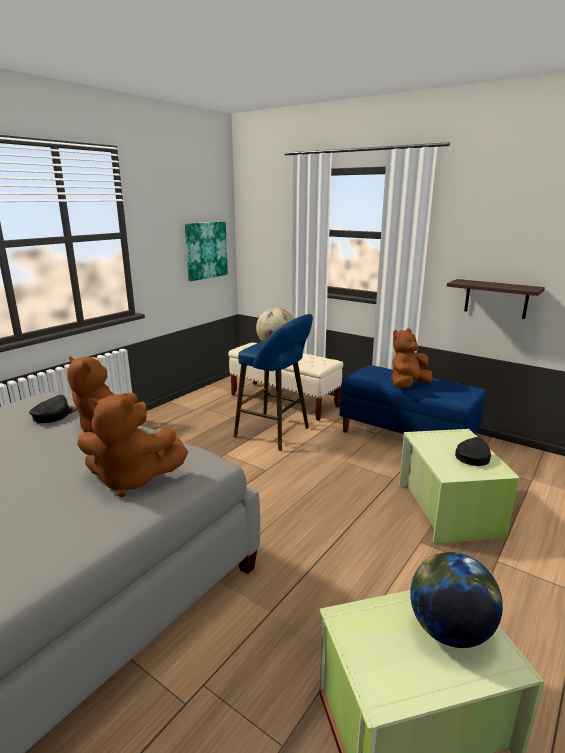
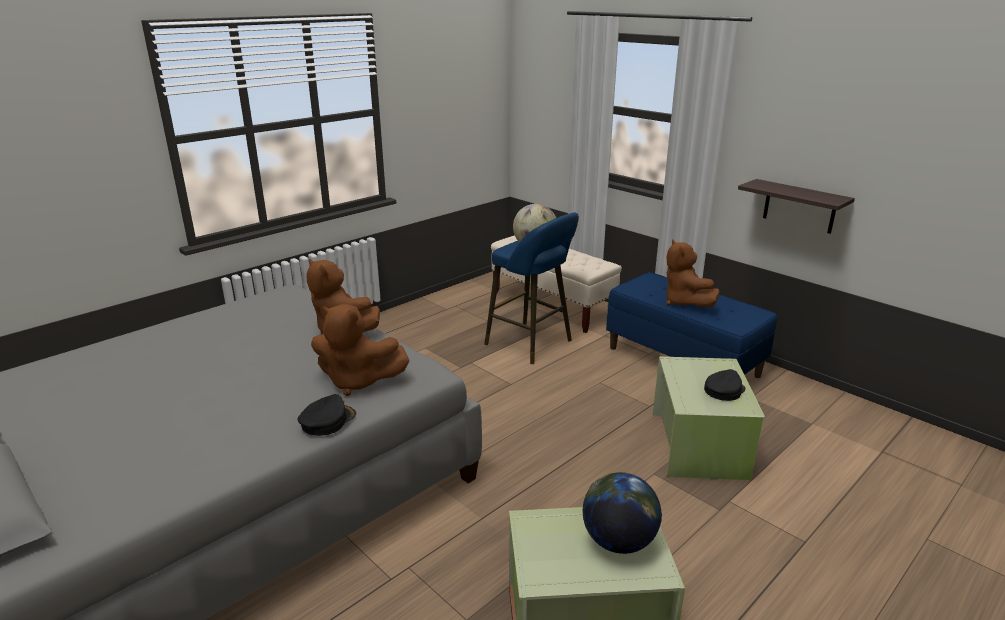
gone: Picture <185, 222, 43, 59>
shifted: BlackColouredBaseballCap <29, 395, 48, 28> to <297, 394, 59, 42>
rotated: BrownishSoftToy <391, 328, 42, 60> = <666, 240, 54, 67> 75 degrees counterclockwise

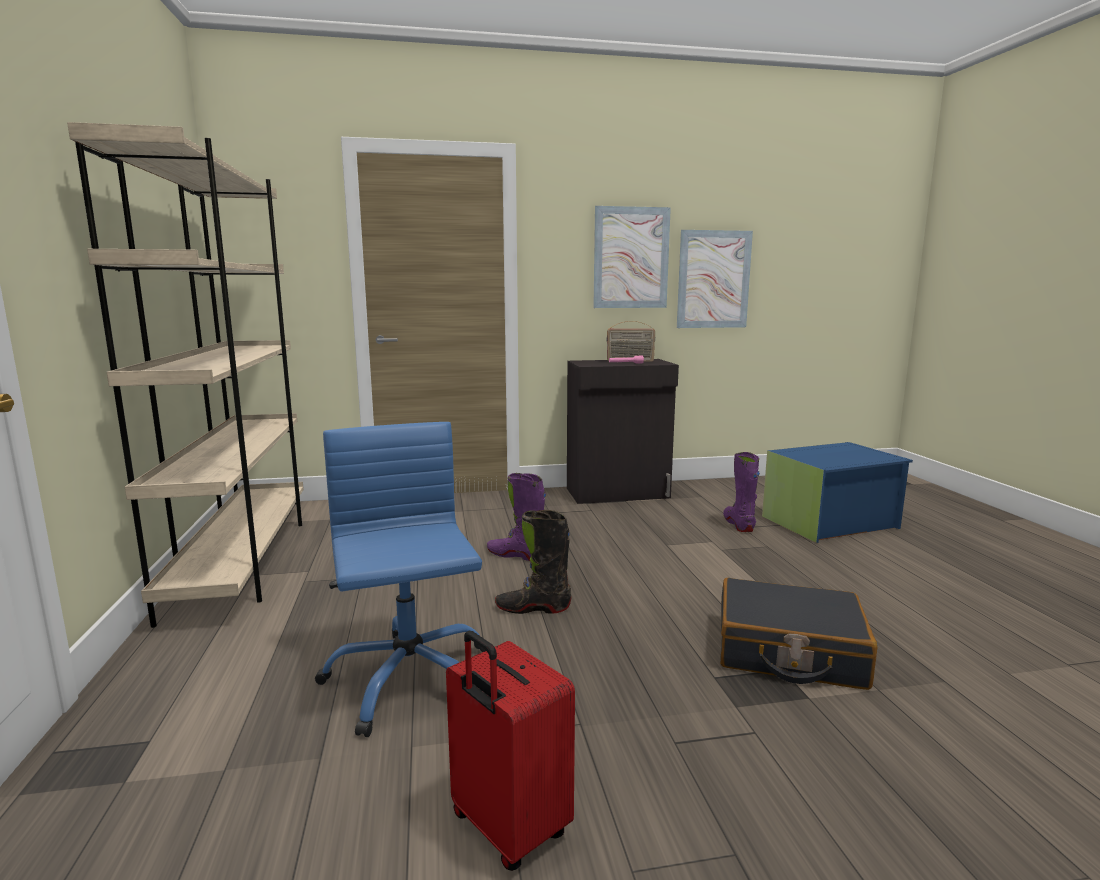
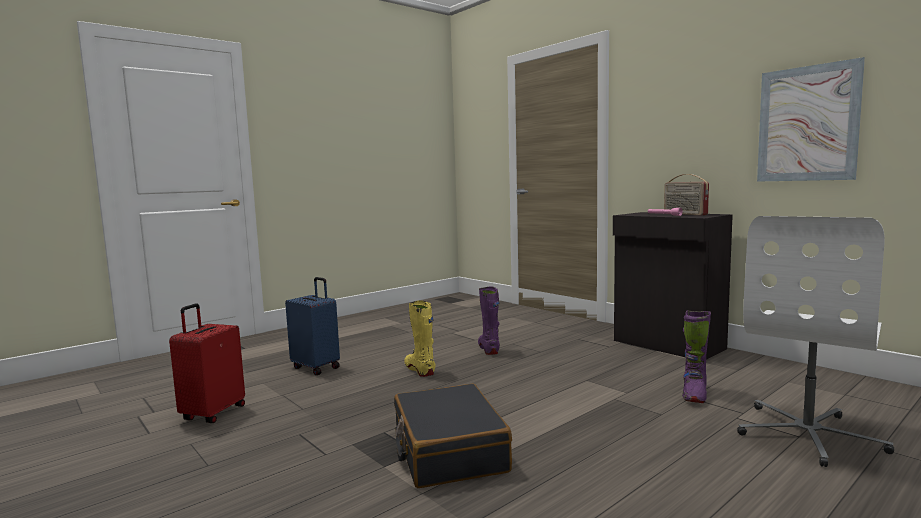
gone: BeigeShelvingUnit <67, 122, 237, 506>; Picture <593, 206, 78, 102>
swapped: BlueDeskChair <315, 422, 171, 315> to BlueSuitcase <285, 277, 55, 98>; BlueStorageBin <762, 442, 151, 101> to WhiteColouredDeskChair <737, 216, 157, 251>
repainted: BlackColouredBoot <495, 510, 77, 104> to YellowishBoot <404, 300, 32, 77>
rotated: PurplishBoot <723, 452, 37, 80> = <682, 310, 29, 93> 150 degrees clockwise

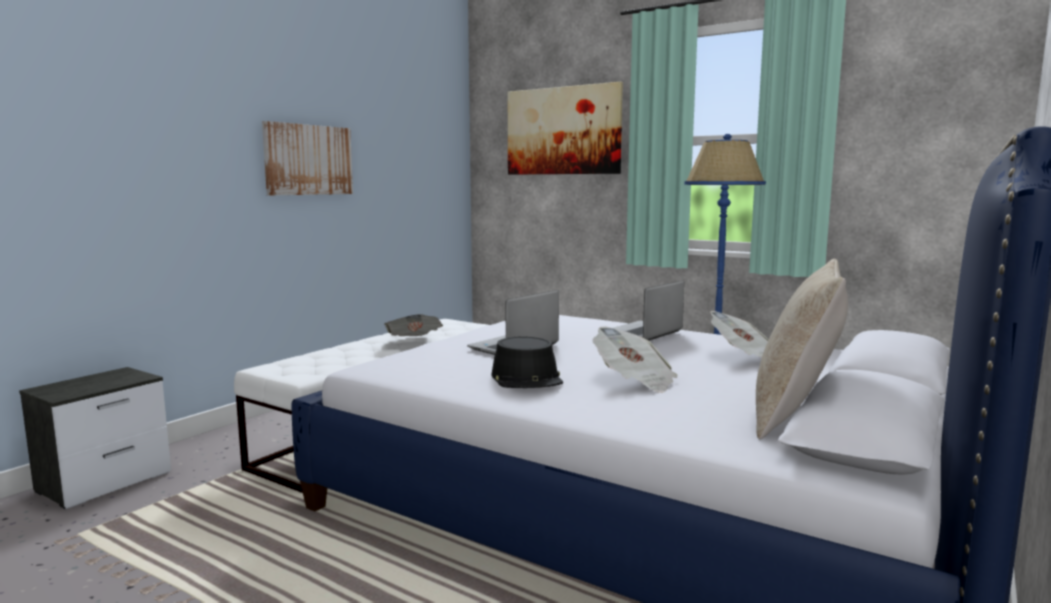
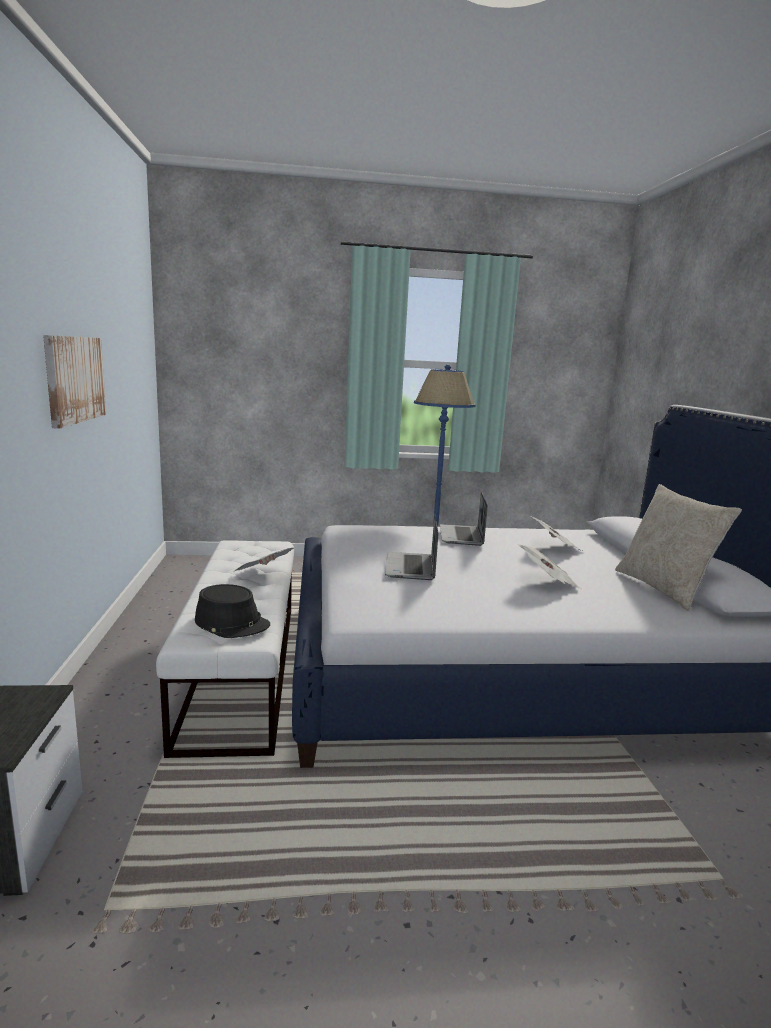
gone: Picture <508, 82, 115, 93>
shifted: BlackColouredWearableHat <491, 337, 72, 51> to <195, 584, 75, 54>

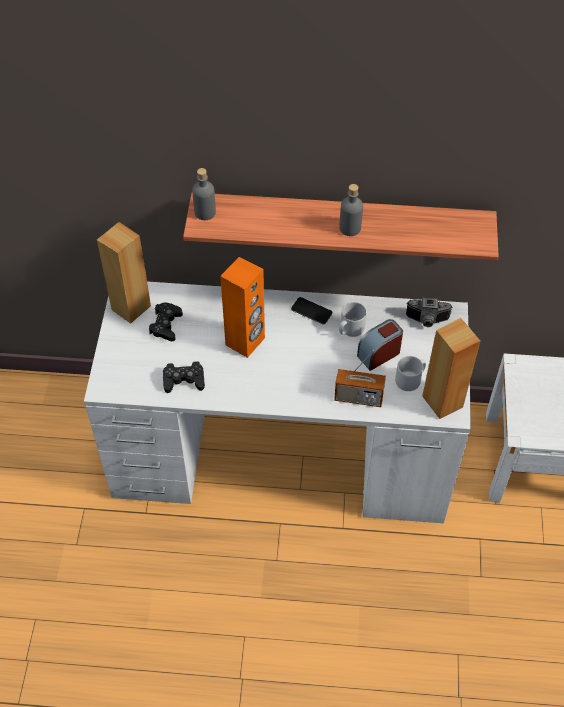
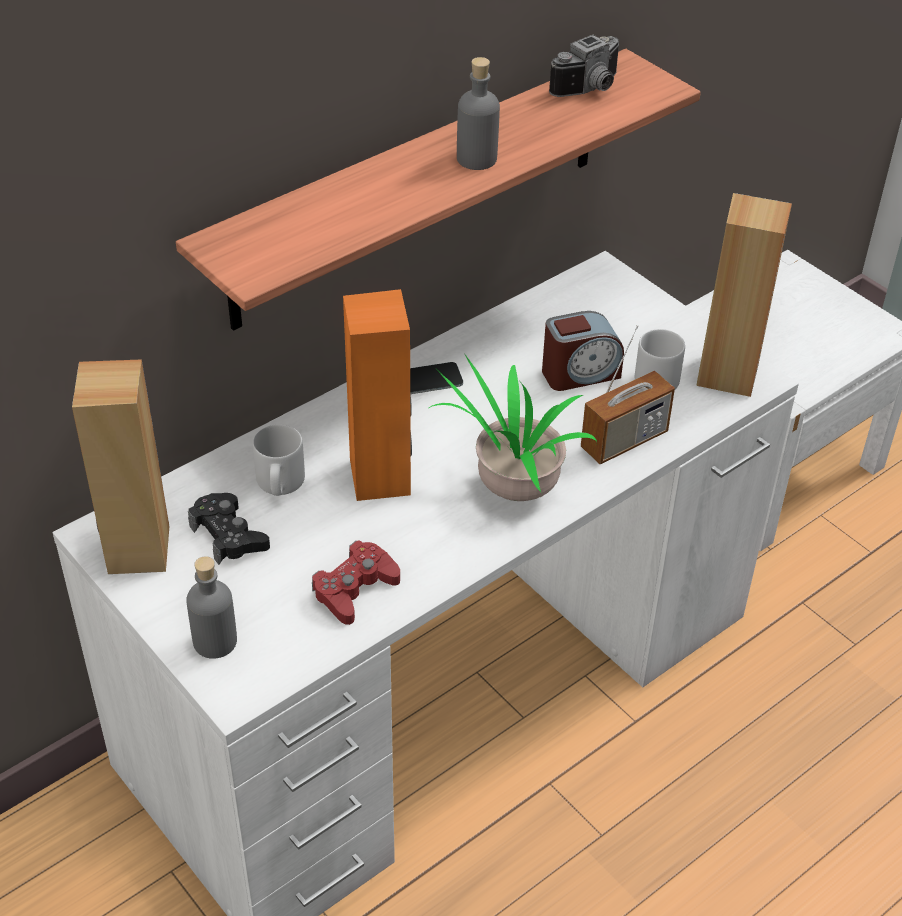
new: Houseplant <429, 353, 168, 148>
shifted: GrayBeverageBottle <192, 168, 24, 52> to <186, 556, 51, 103>; GrayTeaMug <339, 302, 27, 35> to <253, 424, 52, 72>; StillCamera <406, 298, 47, 29> to <549, 35, 70, 62>
repainted: BlackColouredJoypad <163, 361, 42, 32> to ReddishJoypad <312, 540, 88, 85>
rotated: BedsideClock <357, 319, 46, 52> = <542, 311, 82, 80> 120 degrees counterclockwise

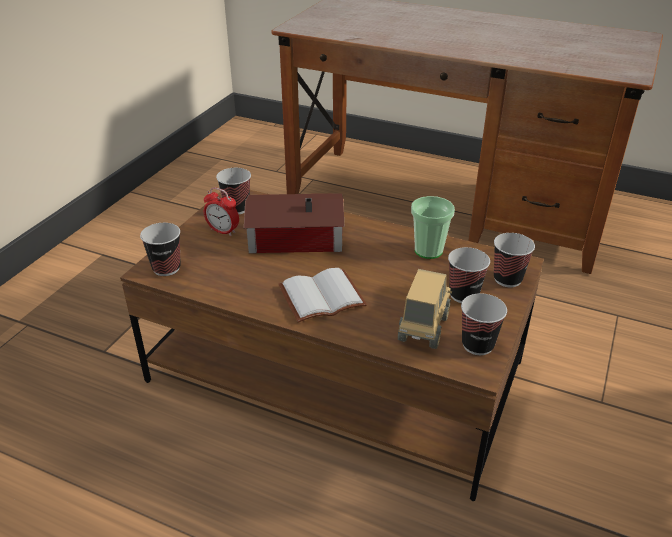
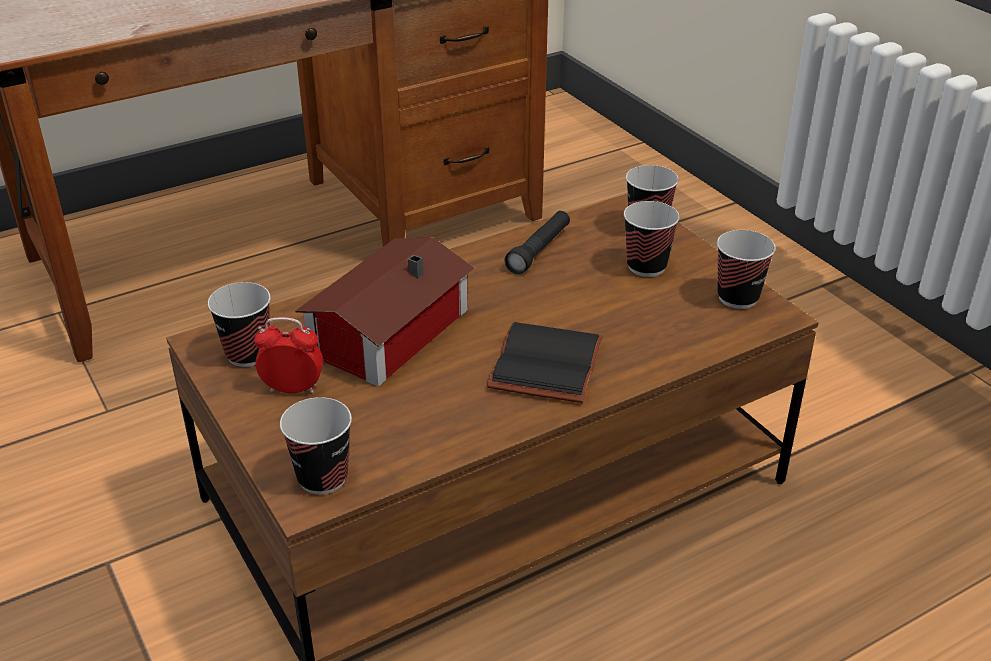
gone: ModelTruck <398, 269, 54, 80>
swapped: DrinkingCup <411, 196, 44, 63> to BlackColouredTorch <504, 211, 66, 64>
repainted: WhiteColouredBoundBook <279, 268, 88, 55> to BlackColouredBoundBook <487, 322, 116, 81>
rotated: BedsideClock <204, 187, 35, 49> = <254, 317, 69, 77> 150 degrees counterclockwise

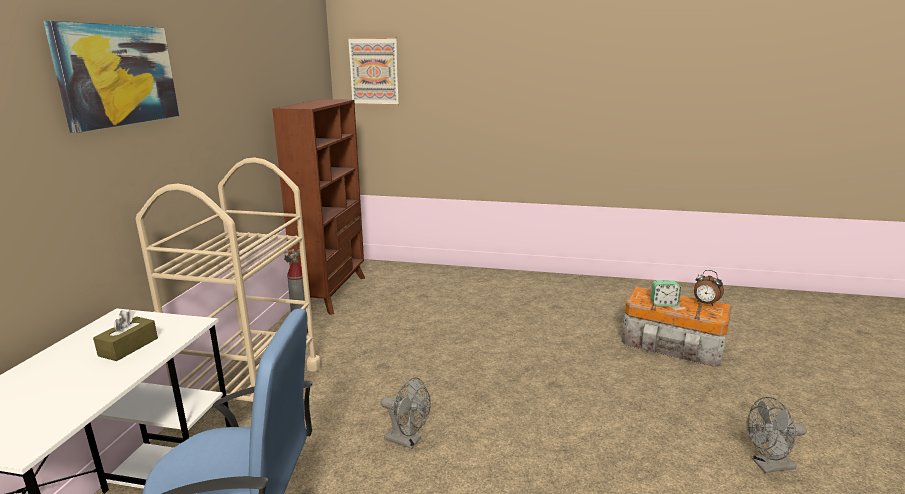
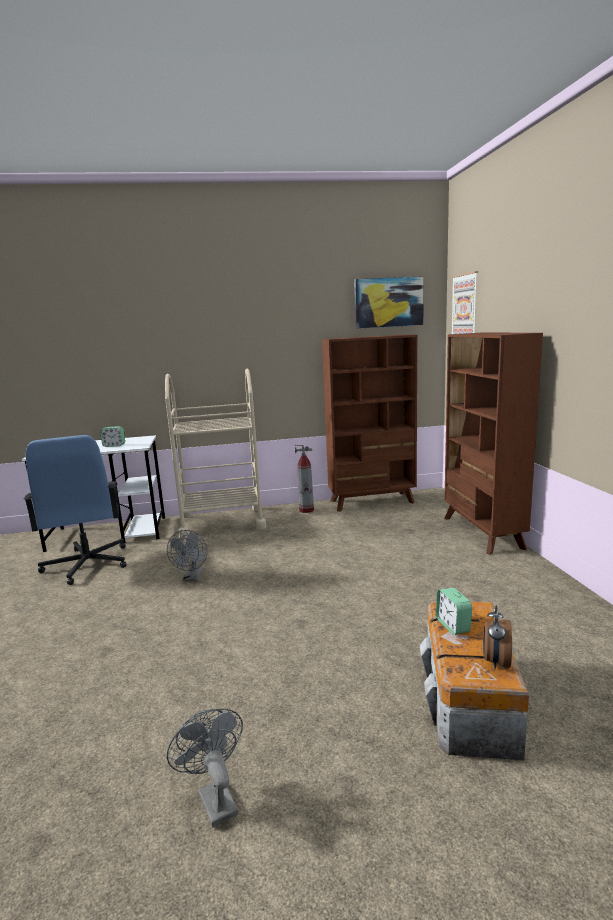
new: BrownishShelvingUnit <444, 332, 99, 223>
shifted: Picture <43, 21, 136, 112> to <354, 276, 70, 53>
swapped: BrownishTissueHolder <93, 310, 65, 51> to BedsideClock <100, 426, 25, 21>

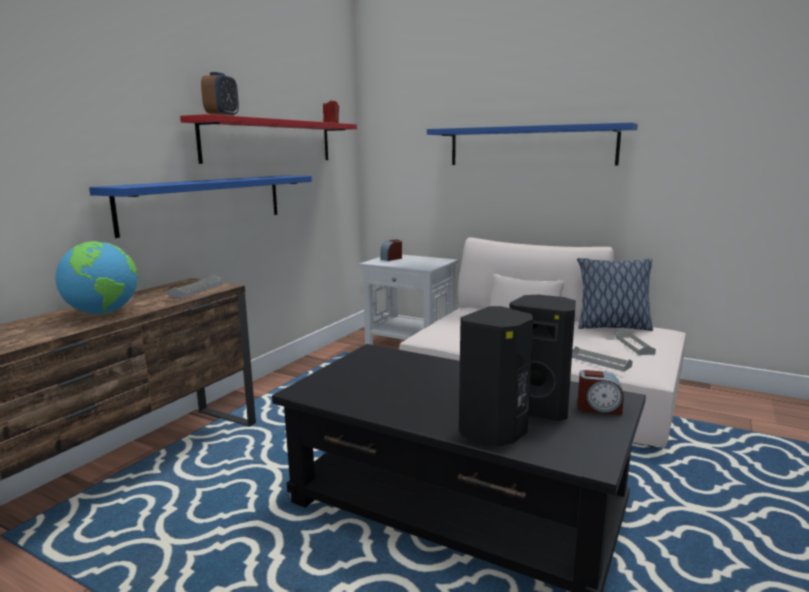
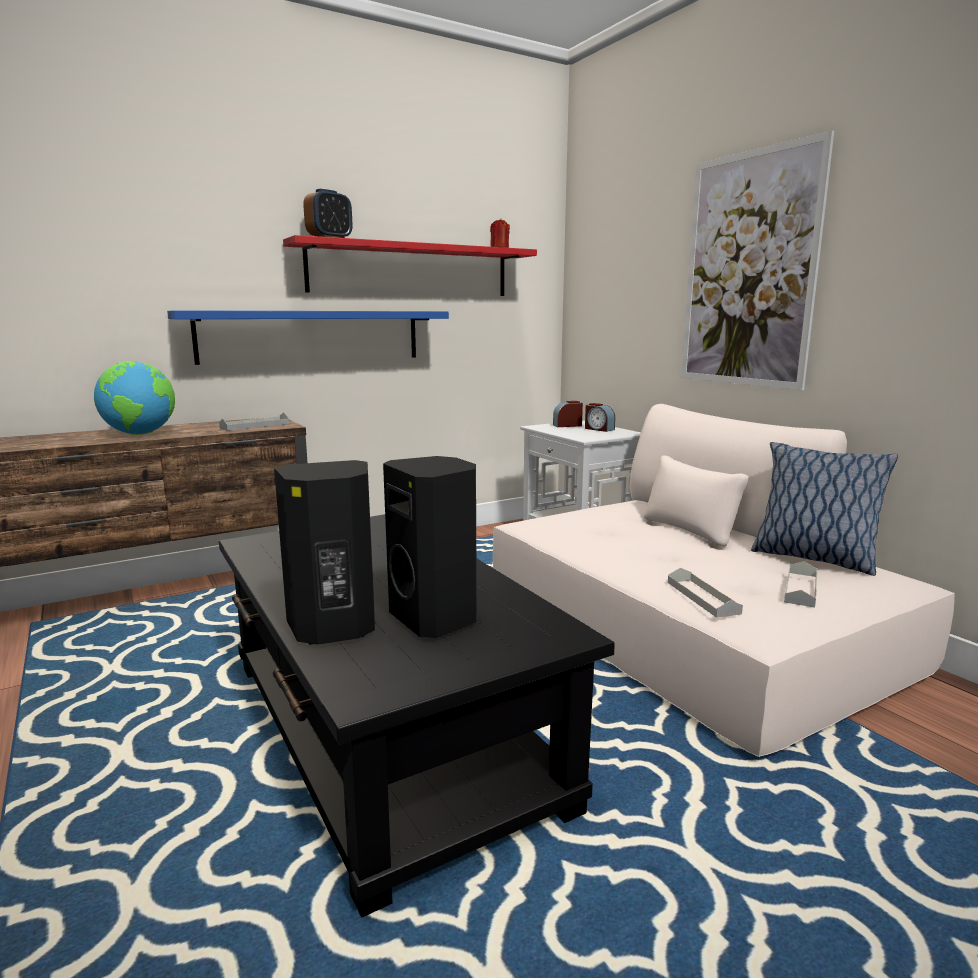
shifted: BedsideClock <577, 370, 47, 45> to <585, 403, 30, 29>
swapped: BlueBracketShelf <427, 122, 211, 43> to Picture <681, 131, 153, 259>

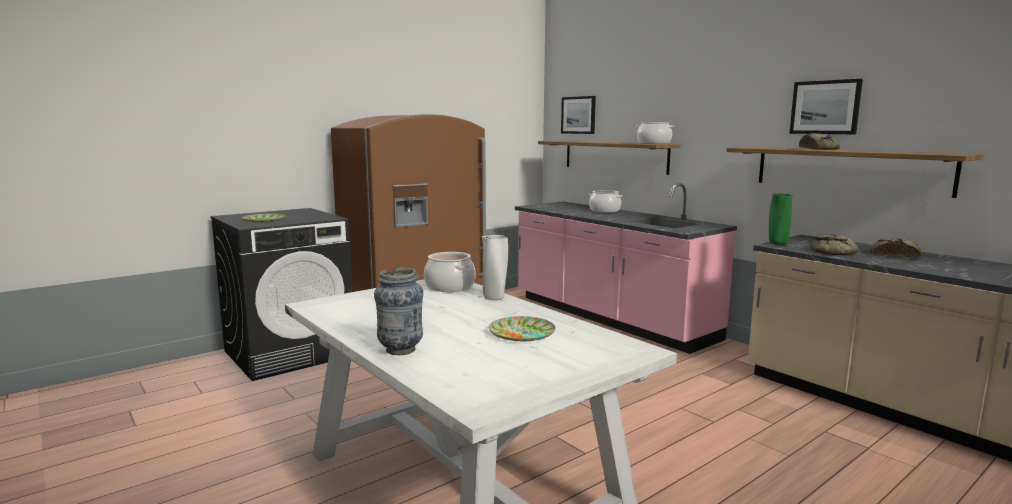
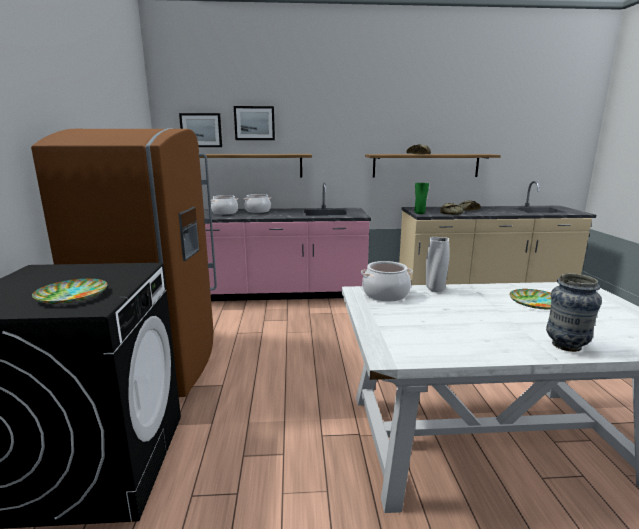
shifted: Stockpot <636, 122, 38, 22> to <210, 195, 28, 20>; Picture <789, 79, 74, 55> to <234, 106, 41, 34>

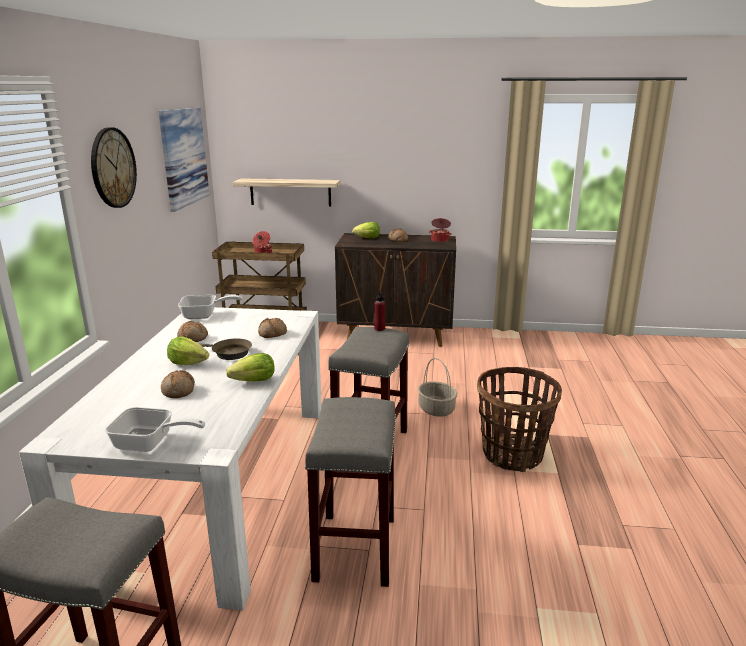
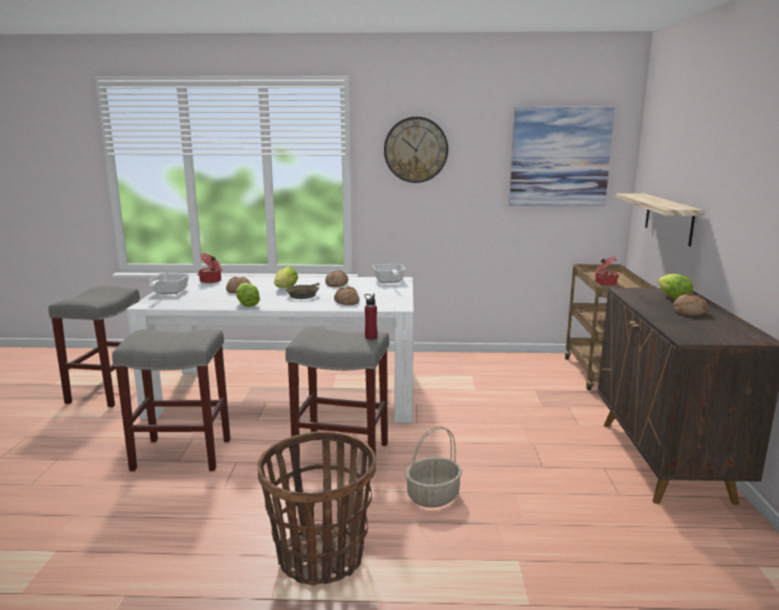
shifted: Stockpot <429, 218, 23, 24> to <197, 253, 26, 30>

